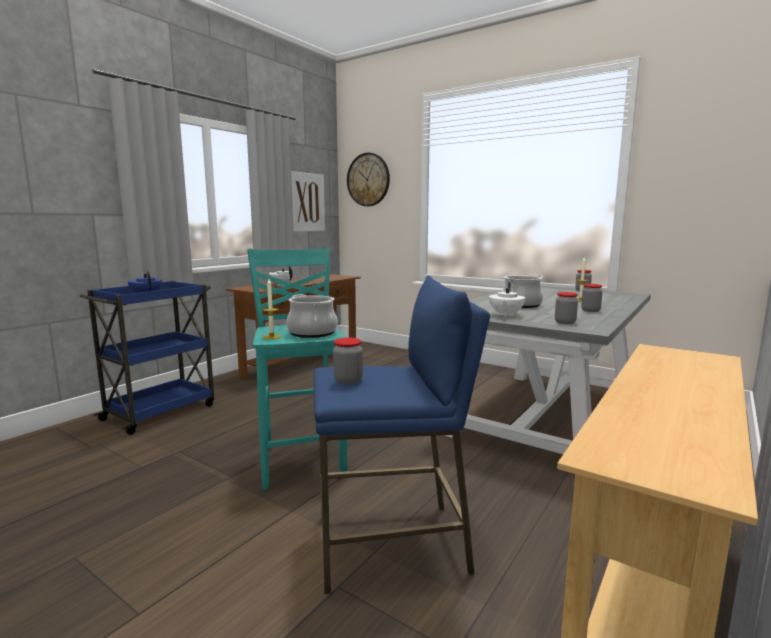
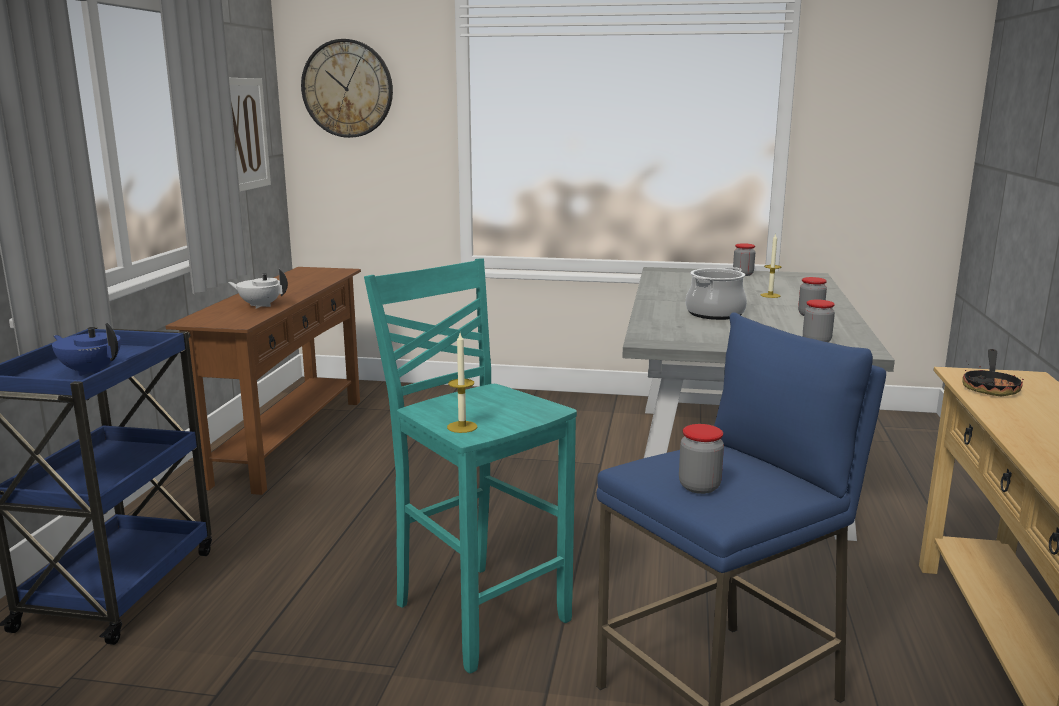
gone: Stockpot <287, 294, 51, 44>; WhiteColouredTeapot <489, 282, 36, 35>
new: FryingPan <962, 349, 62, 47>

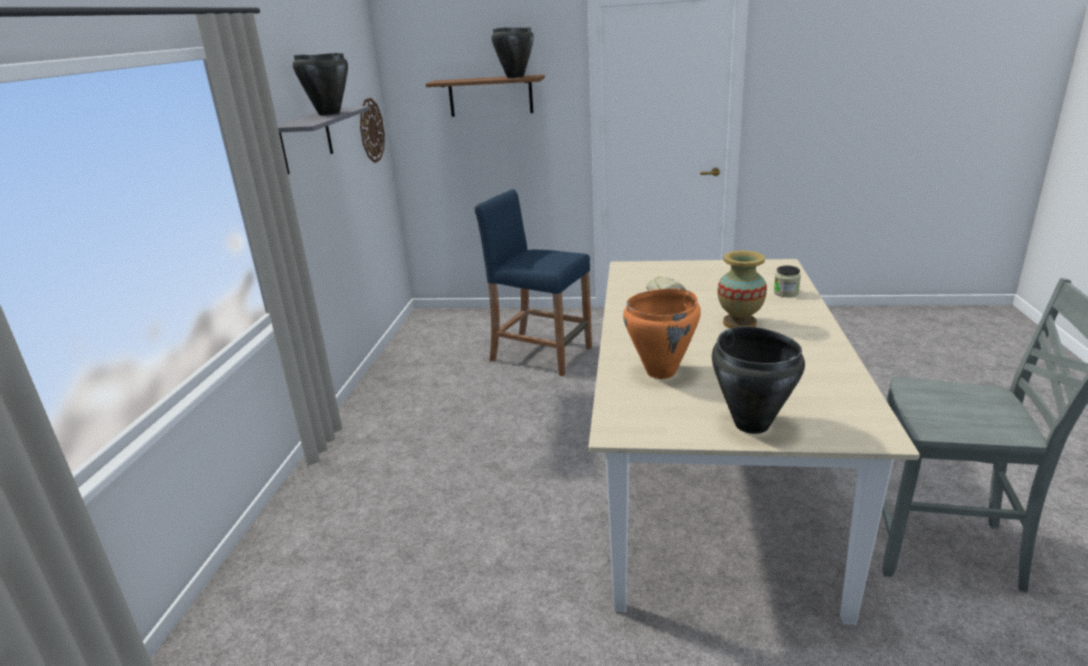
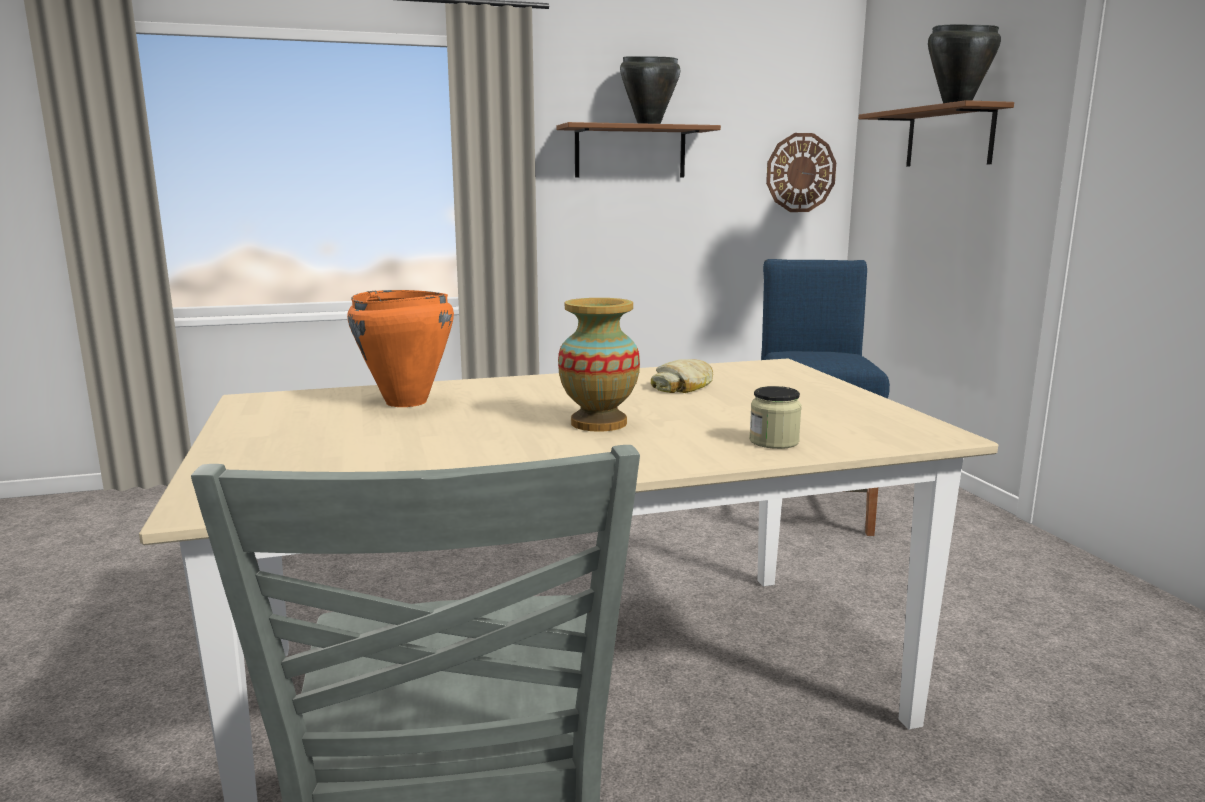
gone: BlackColouredStockpot <712, 326, 93, 108>
repainted: GrayBracketShelf <278, 106, 92, 68> to BrownishBracketShelf <556, 122, 165, 56>

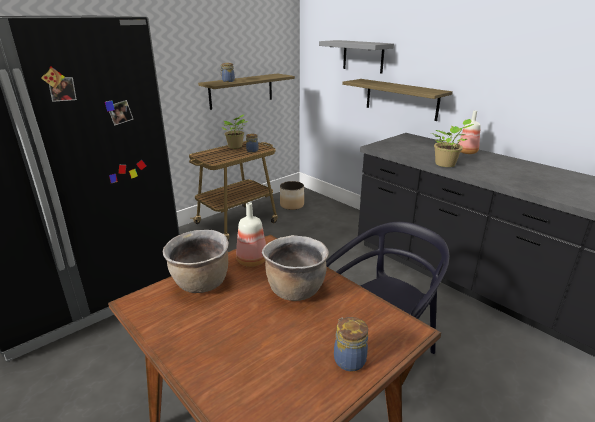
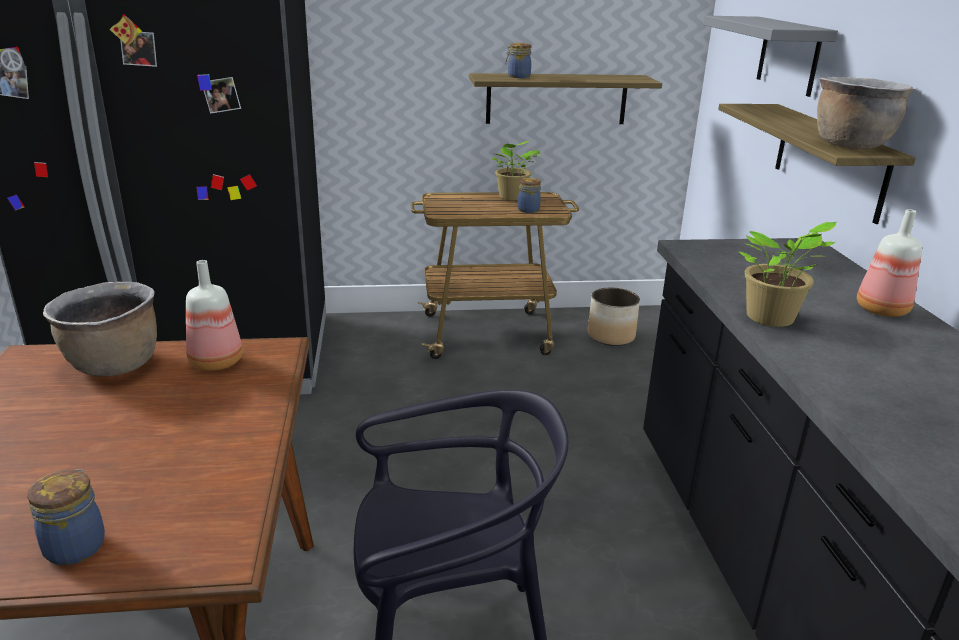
shifted: BrownishStockpot <262, 235, 67, 66> to <817, 77, 97, 72>

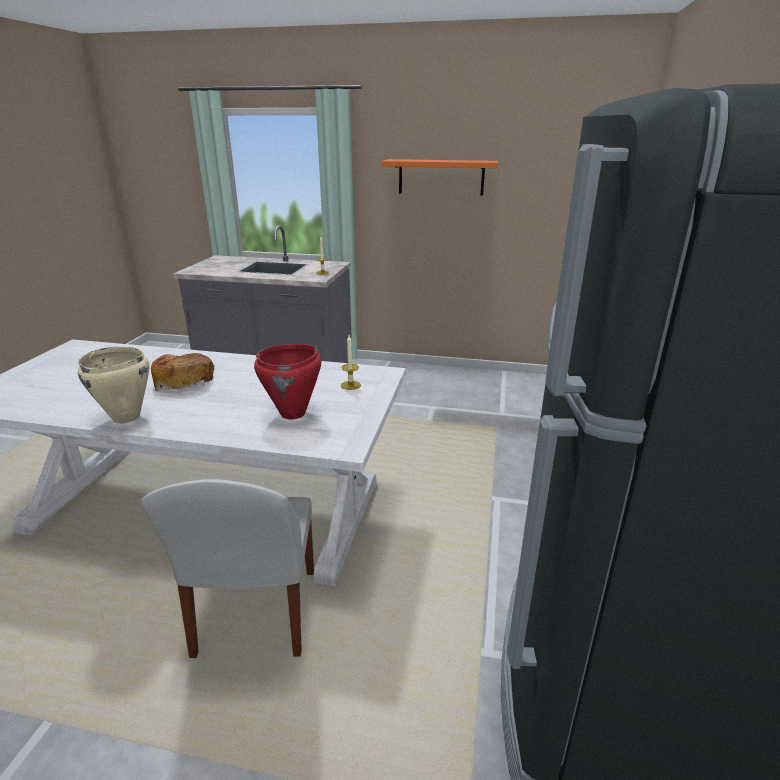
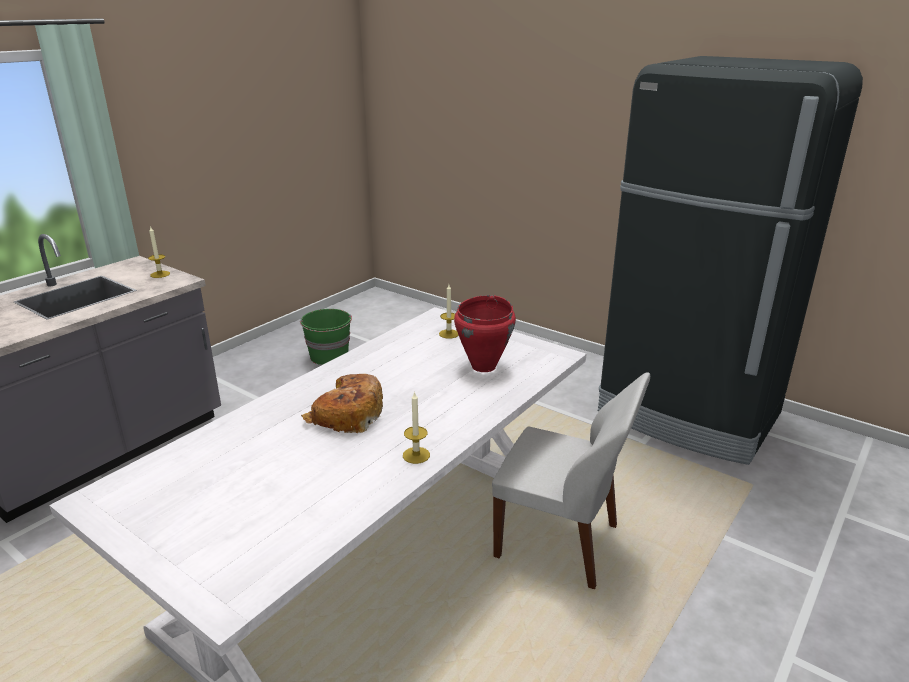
gone: OrangeColouredBracketShelf <382, 159, 116, 37>
new: GreenishPail <300, 309, 52, 56>
swapped: BeigeStockpot <78, 347, 71, 77> to WaxCandle <403, 391, 27, 73>

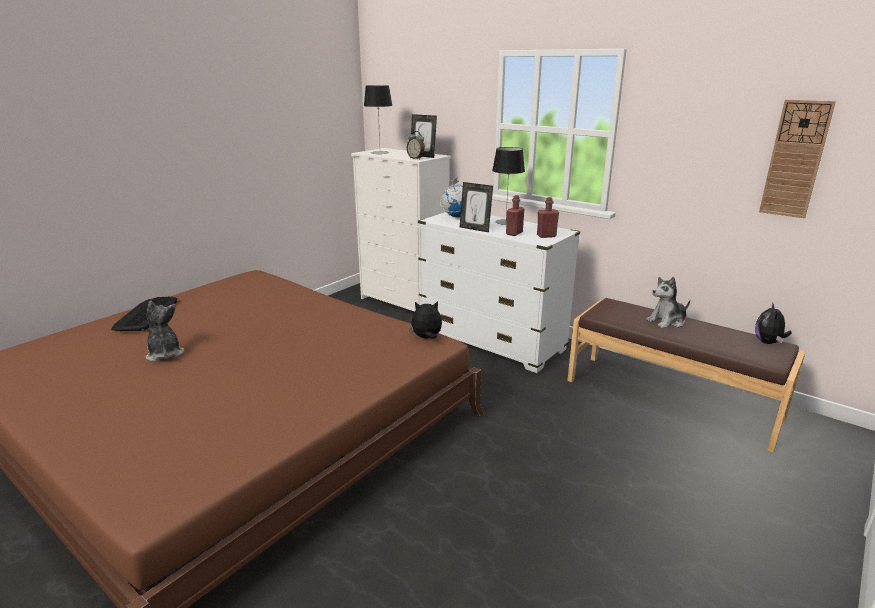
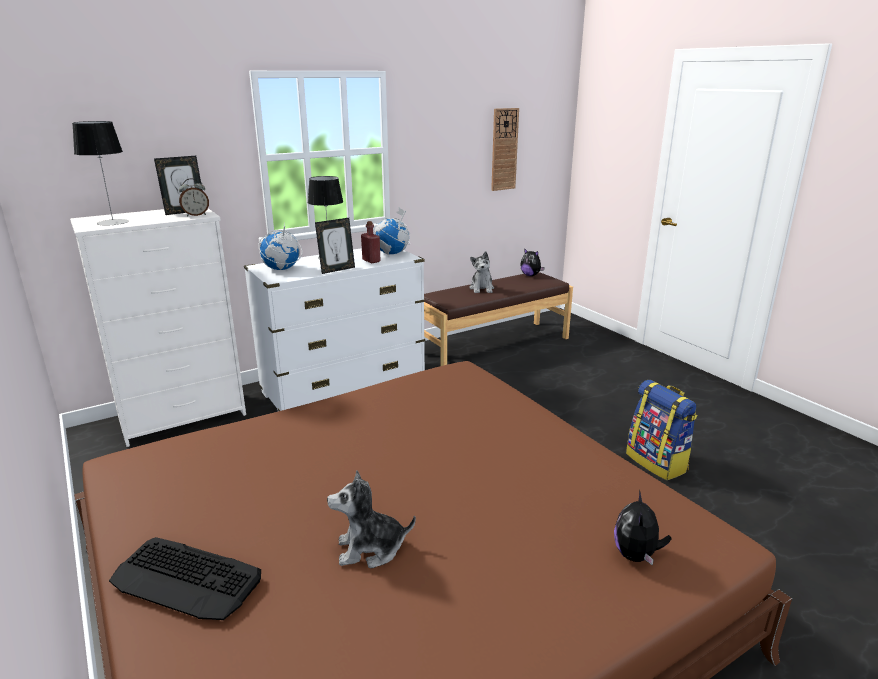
new: Knapsack <626, 380, 71, 100>
shifted: SoftToy <409, 301, 33, 38> to <614, 490, 58, 76>
swapped: ReddishBeverageBottle <537, 197, 22, 41> to DeskGlobe <374, 207, 36, 48>

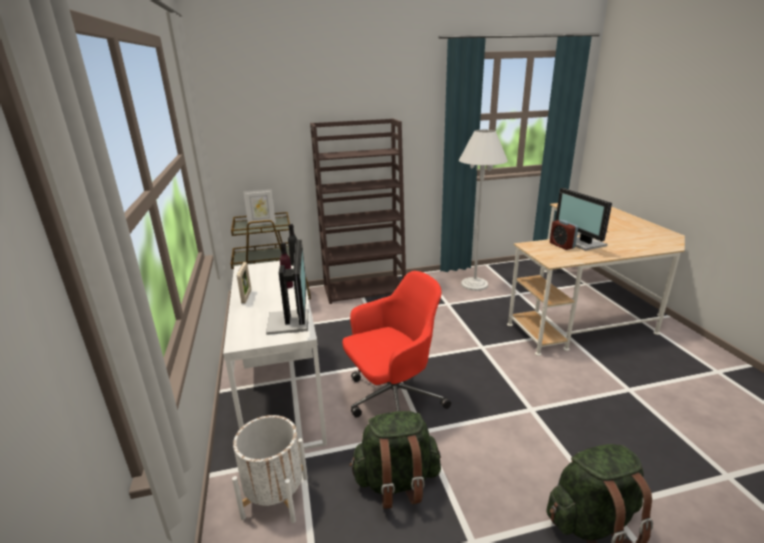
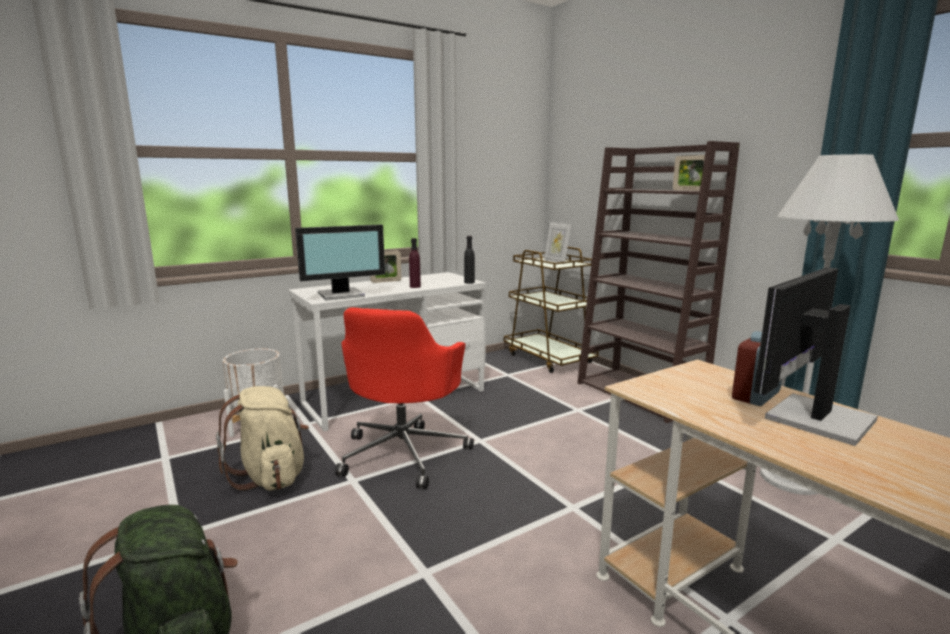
new: PhotoFrame <673, 155, 32, 36>
repainted: GreenishKnapsack <349, 411, 92, 98> to BeigeKnapsack <216, 386, 93, 104>
rotated: ReddishDeskChair <342, 271, 109, 147> = <335, 307, 139, 182> 60 degrees clockwise

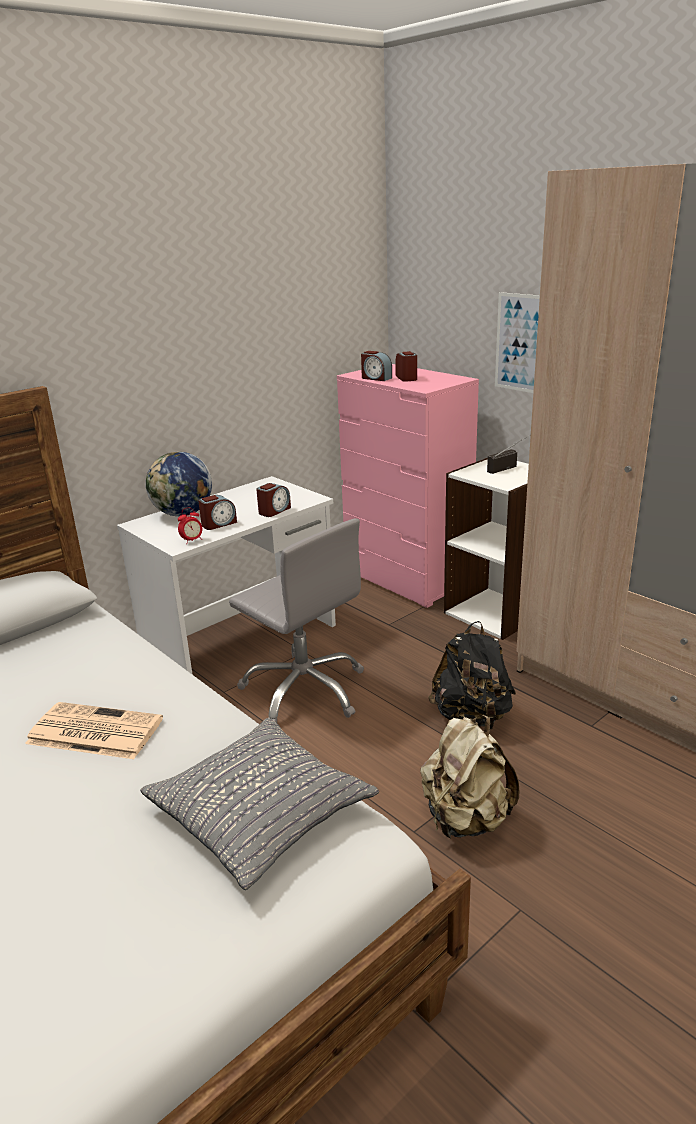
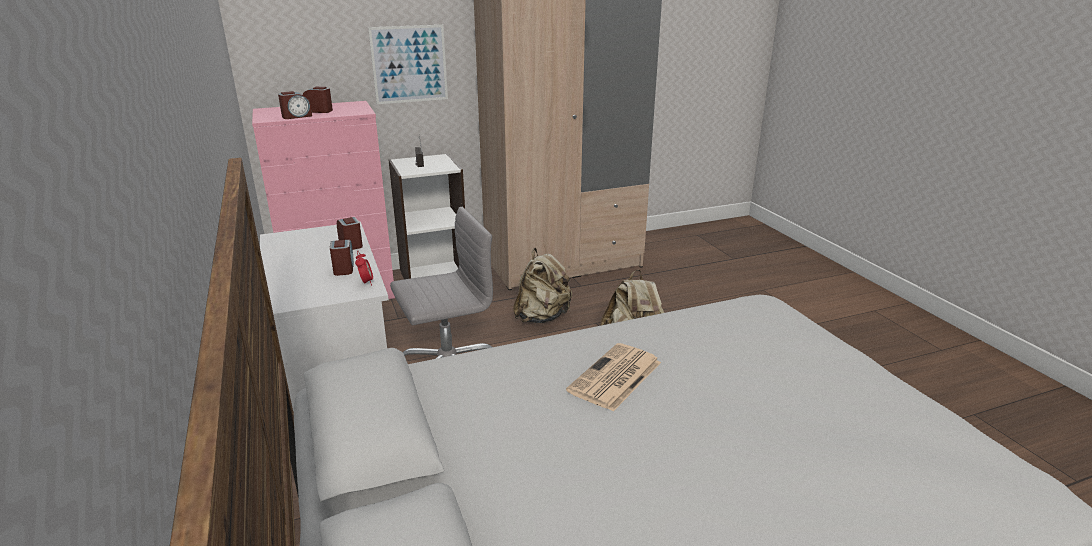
gone: GrayCushion <140, 718, 239, 172>; DeskGlobe <146, 452, 66, 64>
repainted: BlackColouredKnapsack <428, 621, 88, 108> to BeigeKnapsack <513, 248, 59, 76>

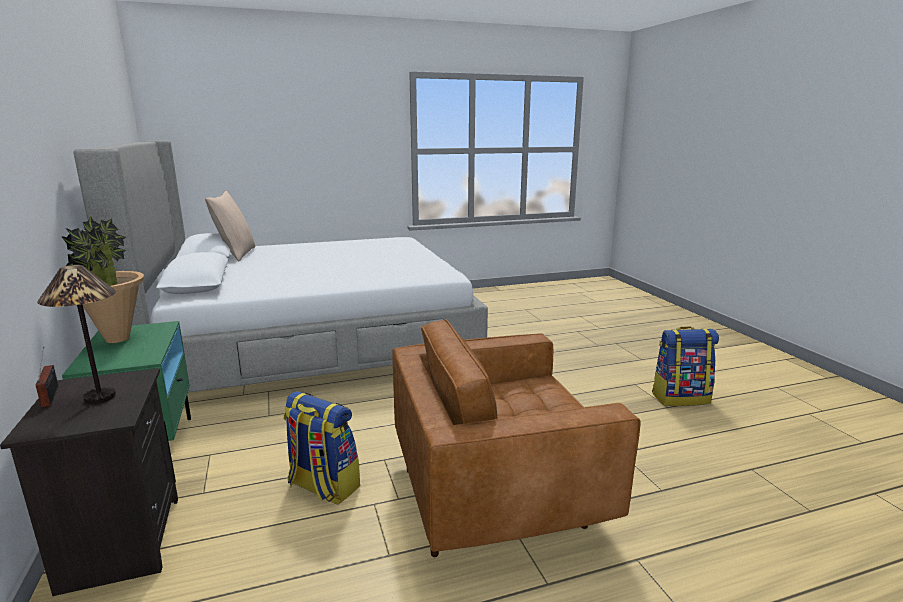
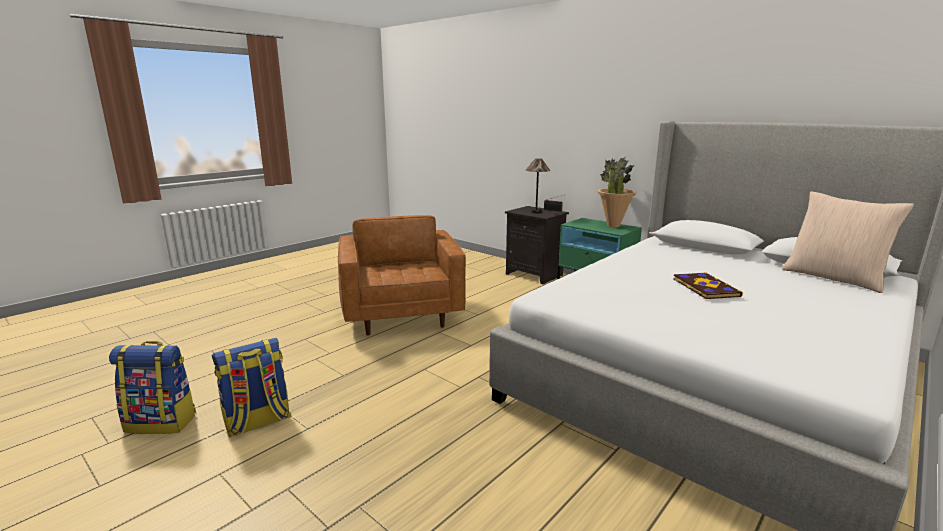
new: BoundBook <673, 272, 70, 27>
shifted: Knapsack <283, 391, 77, 114> to <109, 341, 87, 93>
rotated: BrownishEasyChair <392, 319, 248, 238> = <338, 215, 128, 121> 60 degrees counterclockwise

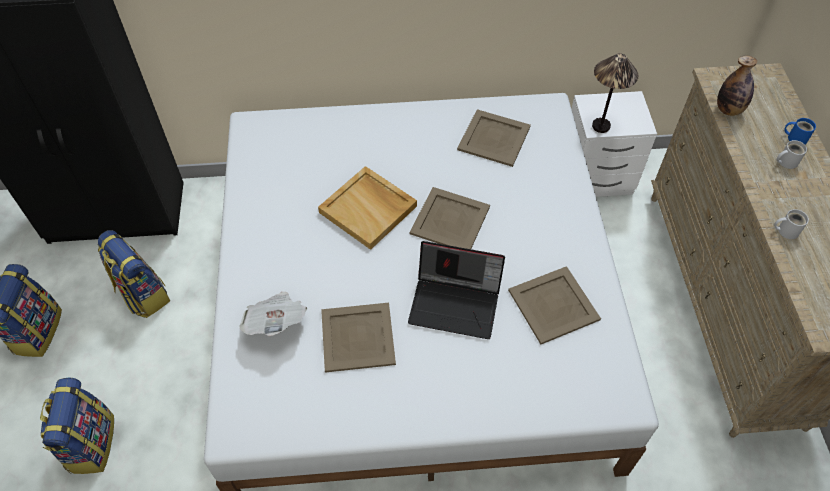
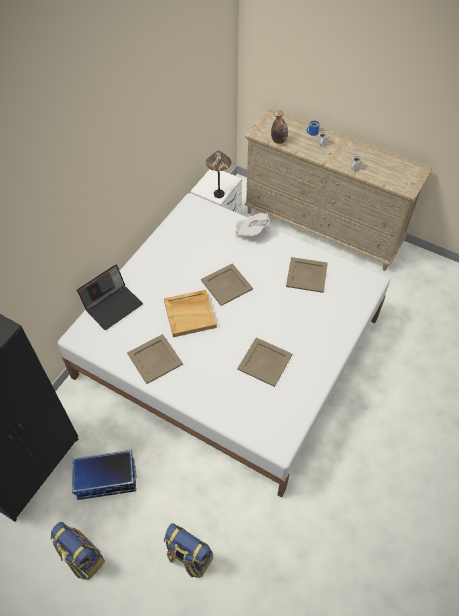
shifted: Newspaper <239, 292, 68, 44> to <235, 213, 35, 23>; Laptop <408, 241, 97, 98> to <77, 264, 66, 66>; BeigeCarryingTray <457, 109, 74, 58> to <127, 334, 56, 50>
swapped: Knapsack <98, 230, 72, 88> to StorageBin <72, 450, 64, 50>

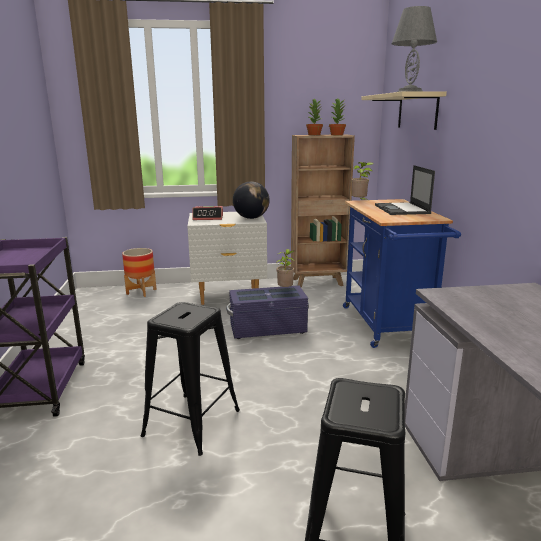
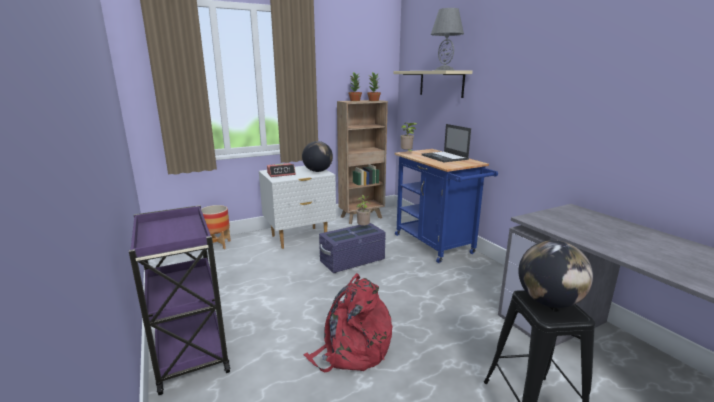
new: DeskGlobe <518, 240, 75, 68>
swapped: BlackColouredStool <141, 302, 99, 154> to ReddishKnapsack <303, 273, 89, 99>

